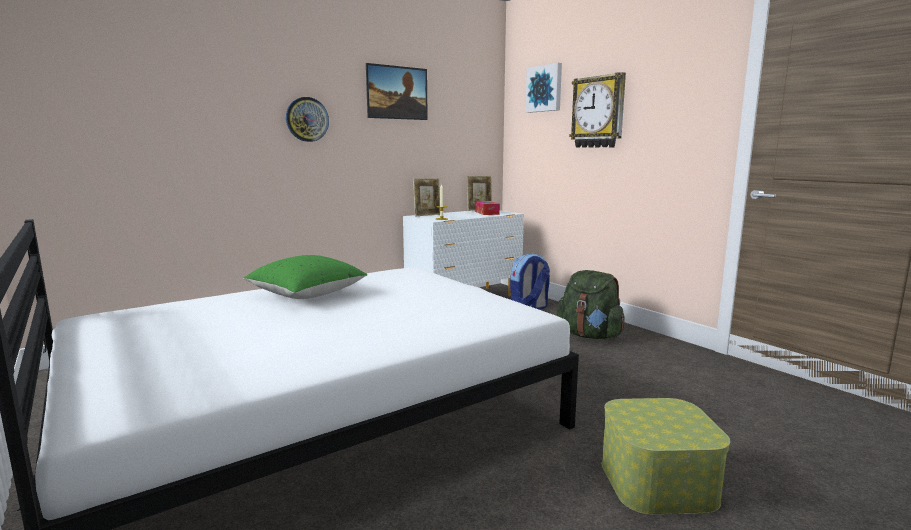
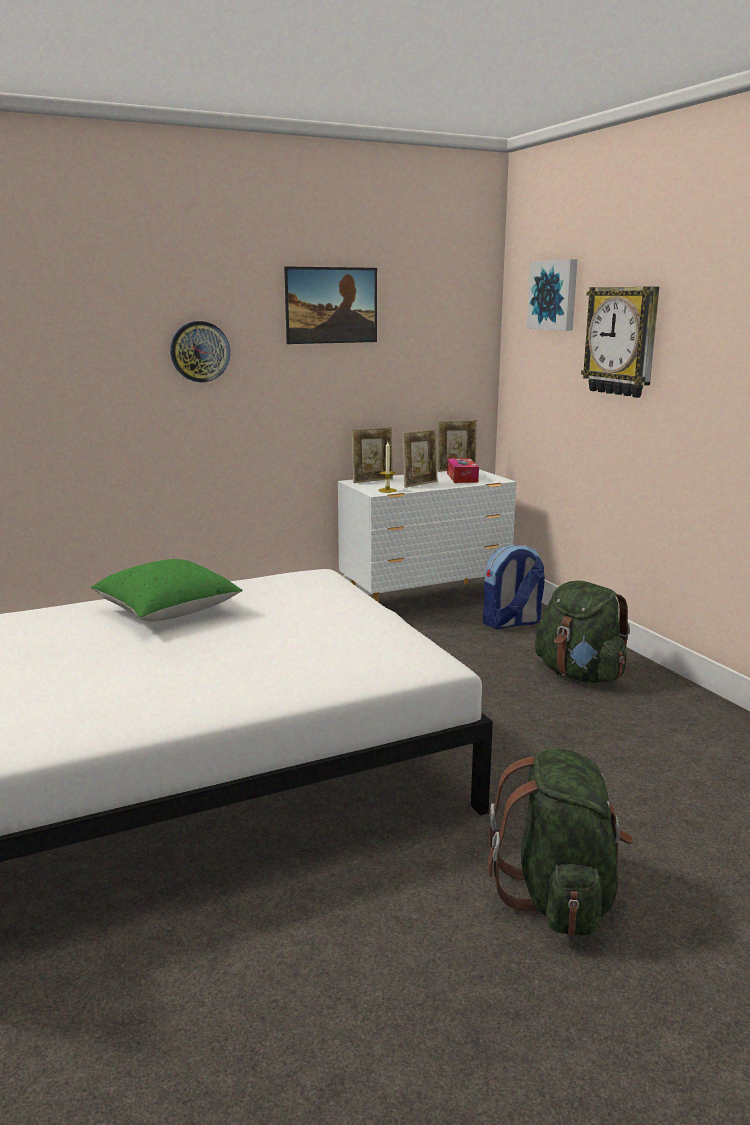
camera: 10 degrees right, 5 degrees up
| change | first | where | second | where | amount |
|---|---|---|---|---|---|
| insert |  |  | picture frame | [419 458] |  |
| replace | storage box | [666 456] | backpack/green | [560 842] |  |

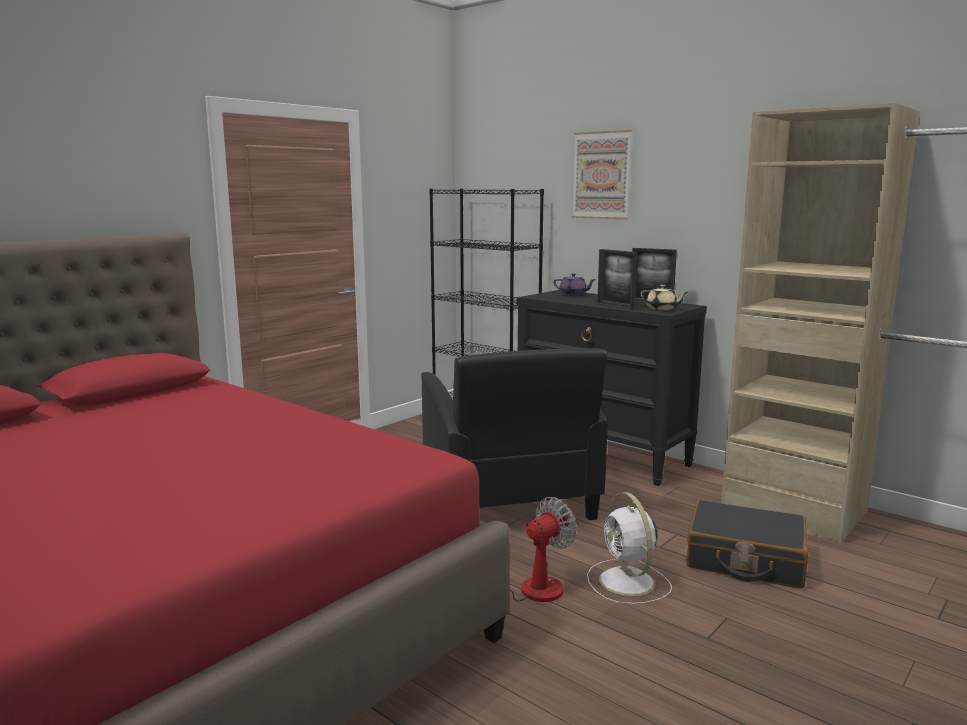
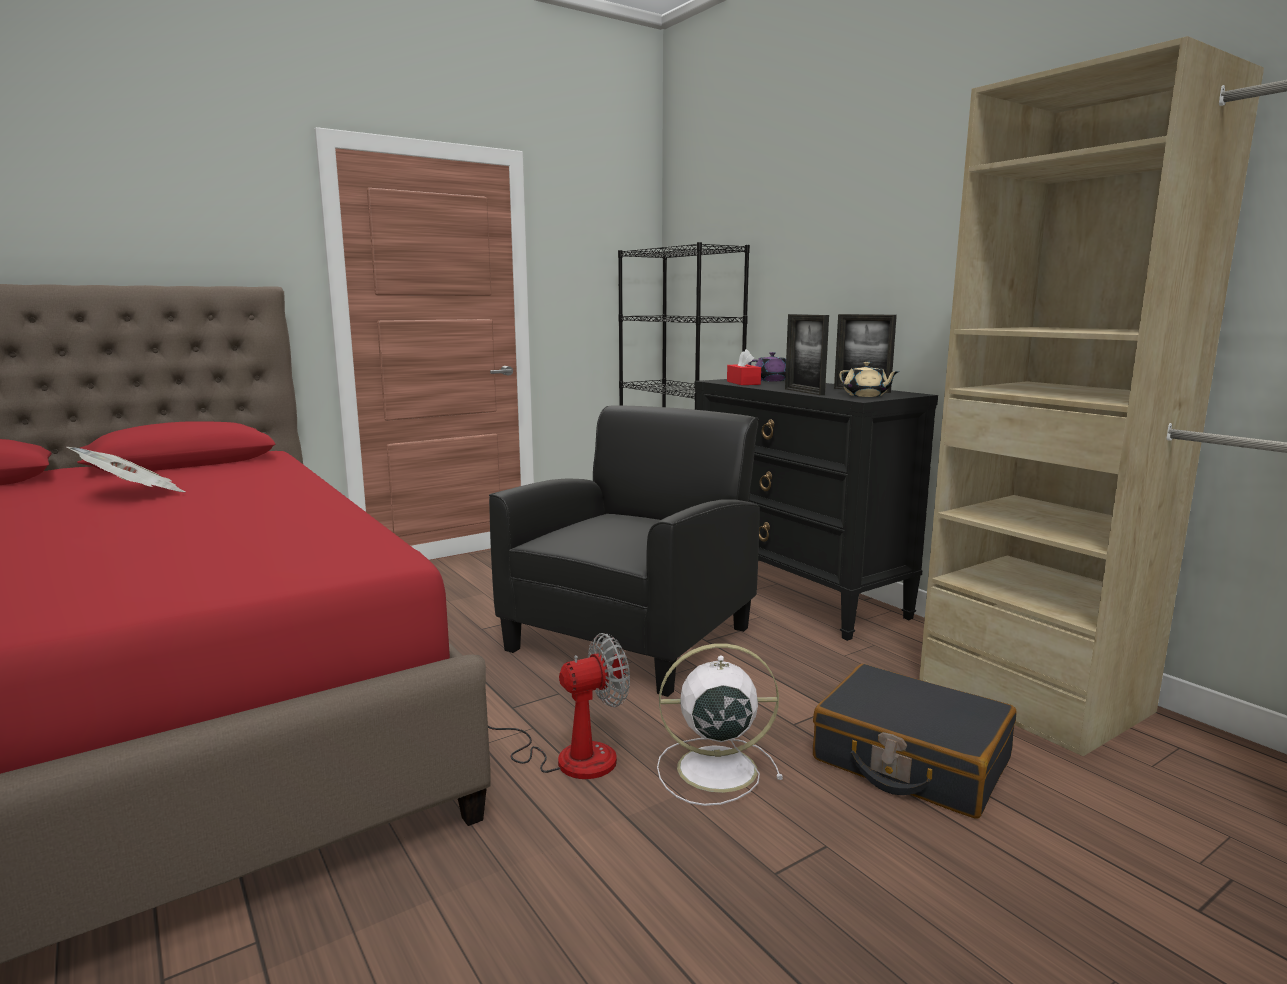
camera: 15 degrees right, 0 degrees up
| change | first | where | second | where | amount |
|---|---|---|---|---|---|
| insert |  |  | newspaper | [126 469] |  |
| rotate | armchair/black | [514 434] |  | [624 551] | 150 degrees counterclockwise |
| rotate | fan/white | [629 548] |  | [720 724] | 90 degrees clockwise |
| insert |  |  | tissue box/red | [744 367] |  |
| delete | picture | [602 174] |  |  |  |

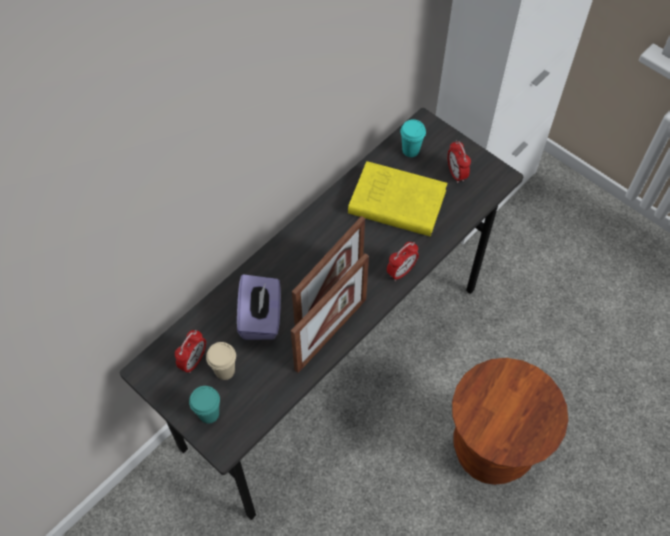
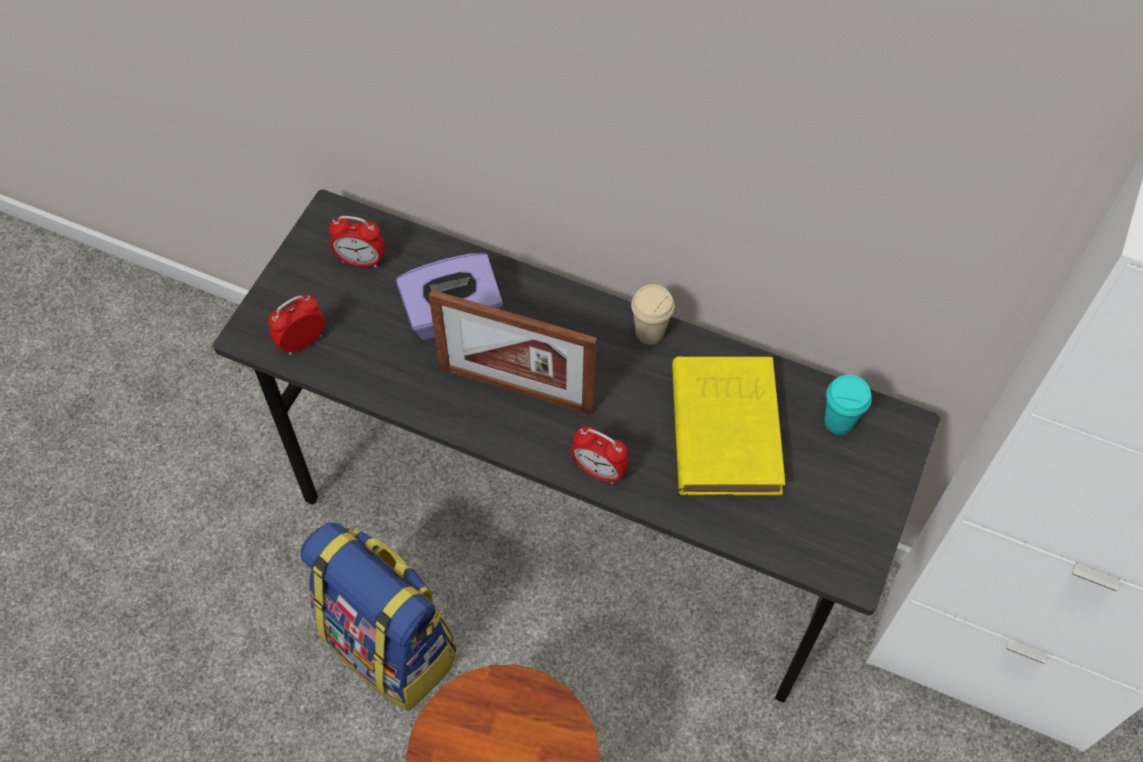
camera: 70 degrees right, 0 degrees up
| change | first | where | second | where | amount |
|---|---|---|---|---|---|
| move | alarm clock | [459 161] |  | [296 325] |  |
| insert |  |  | backpack | [378 617] |  |
| move | cup/beige | [221 361] |  | [653 314] |  |
| delete | cup/turquoise | [204 405] |  |  |  |
| delete | picture frame | [330 313] |  |  |  |

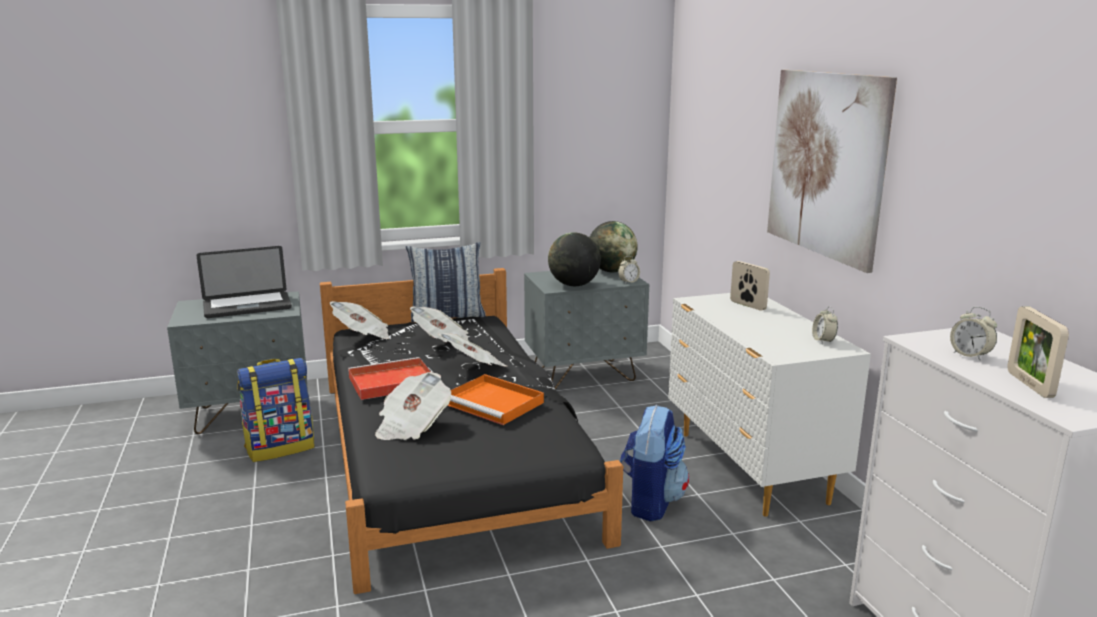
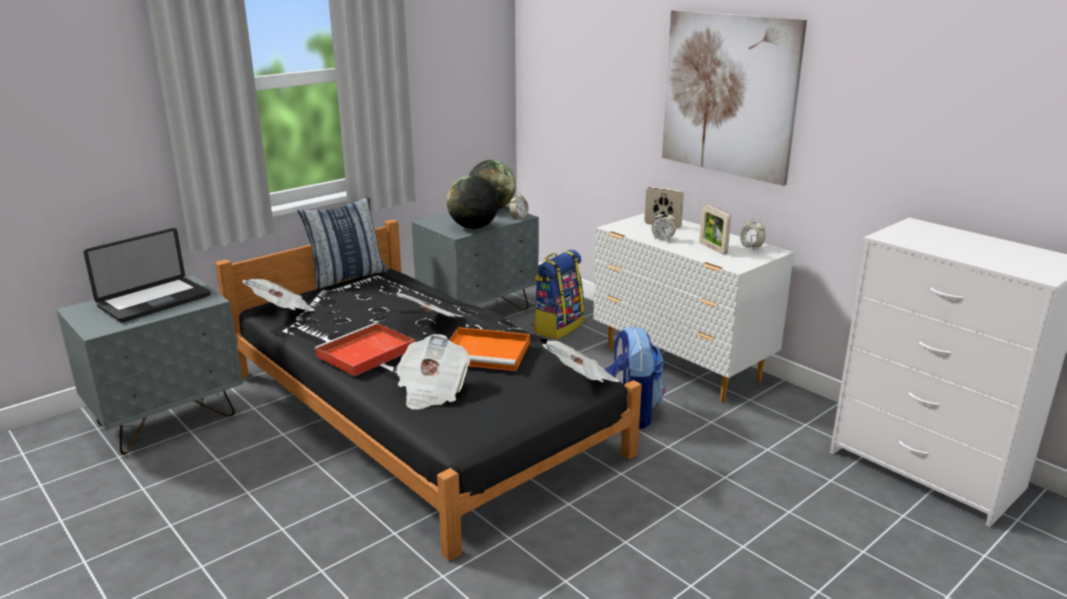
camera: 25 degrees left, 5 degrees up
| change | first | where | second | where | amount |
|---|---|---|---|---|---|
| move | backpack | [276 410] |  | [558 294] |  |
| move | newspaper | [439 324] |  | [580 362] |  |
| move | alarm clock | [973 334] |  | [663 225] |  |
| move | picture frame | [1038 352] |  | [715 229] |  |

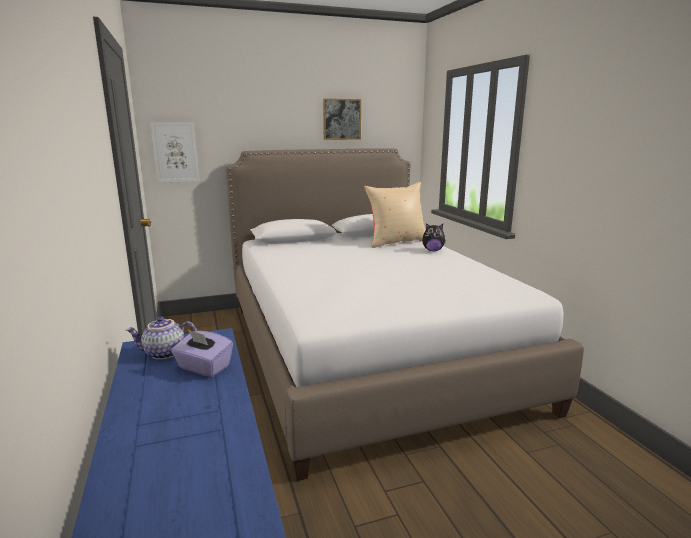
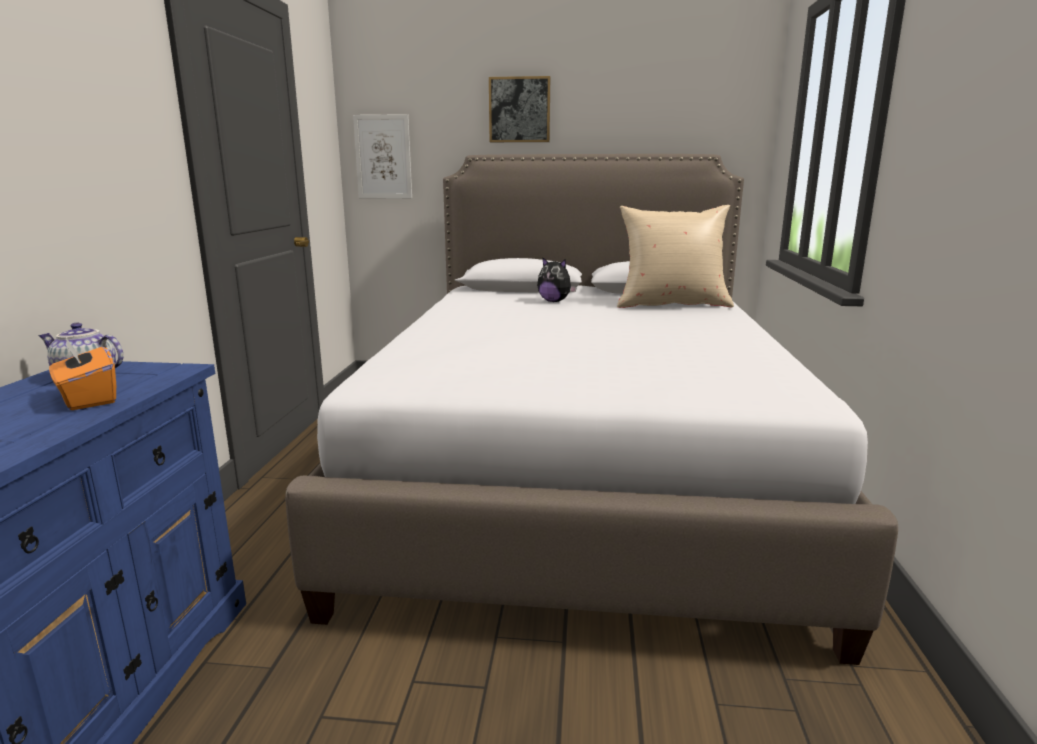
camera: 25 degrees right, 0 degrees up
| change | first | where | second | where | amount |
|---|---|---|---|---|---|
| recolor | tissue box/purple | [202 353] | tissue box/orange | [82 374] |  |
| move | picture | [342 119] |  | [519 109] |  |
| move | plush toy | [434 237] |  | [557 279] |  |

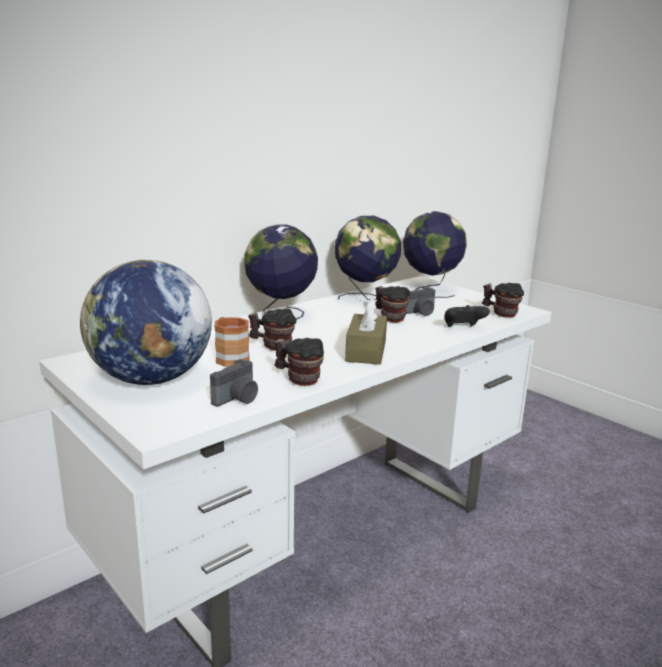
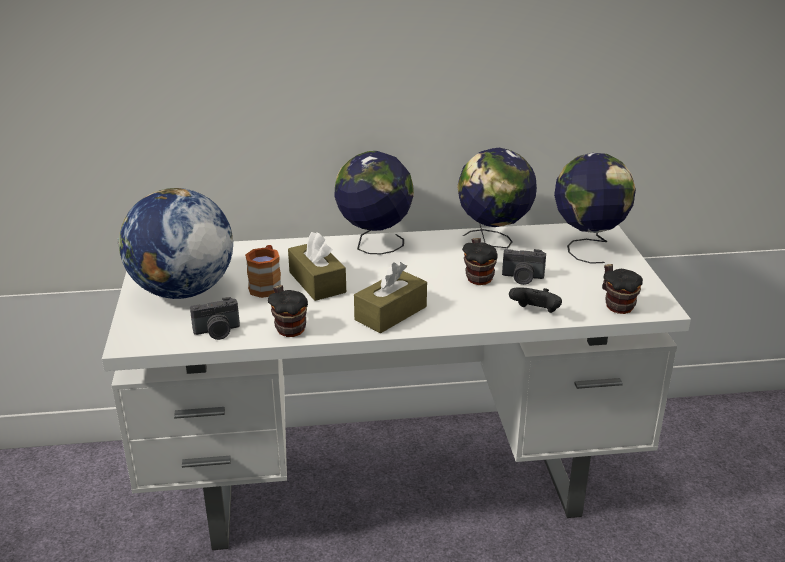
camera: 35 degrees right, 10 degrees up
| change | first | where | second | where | amount |
|---|---|---|---|---|---|
| replace | mug | [272 330] | tissue box/brown | [317 266] |  |

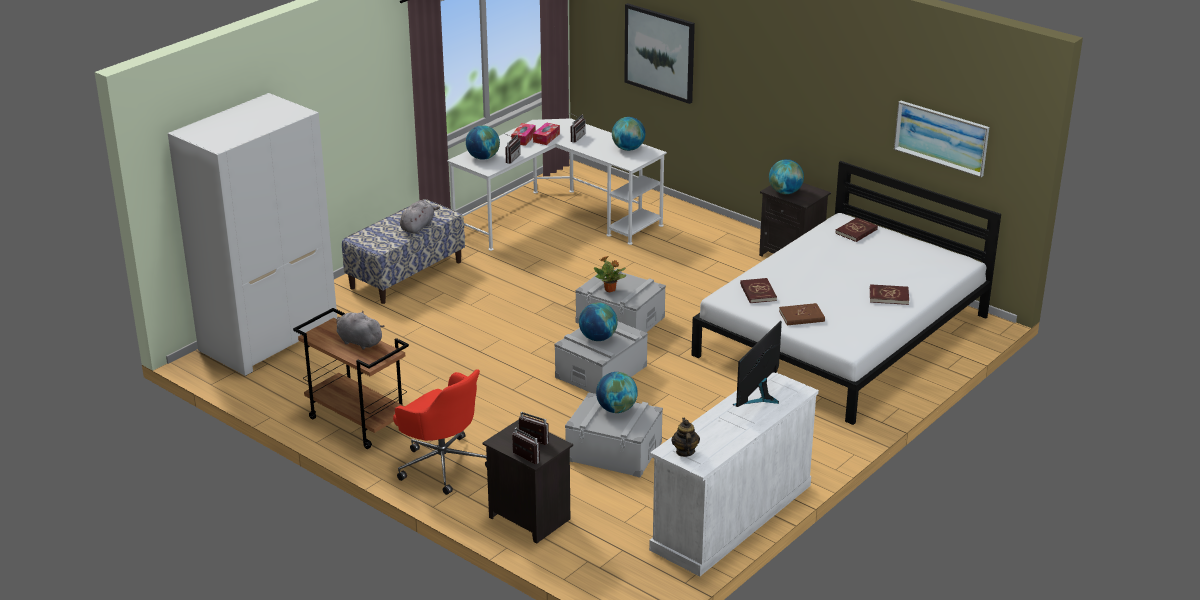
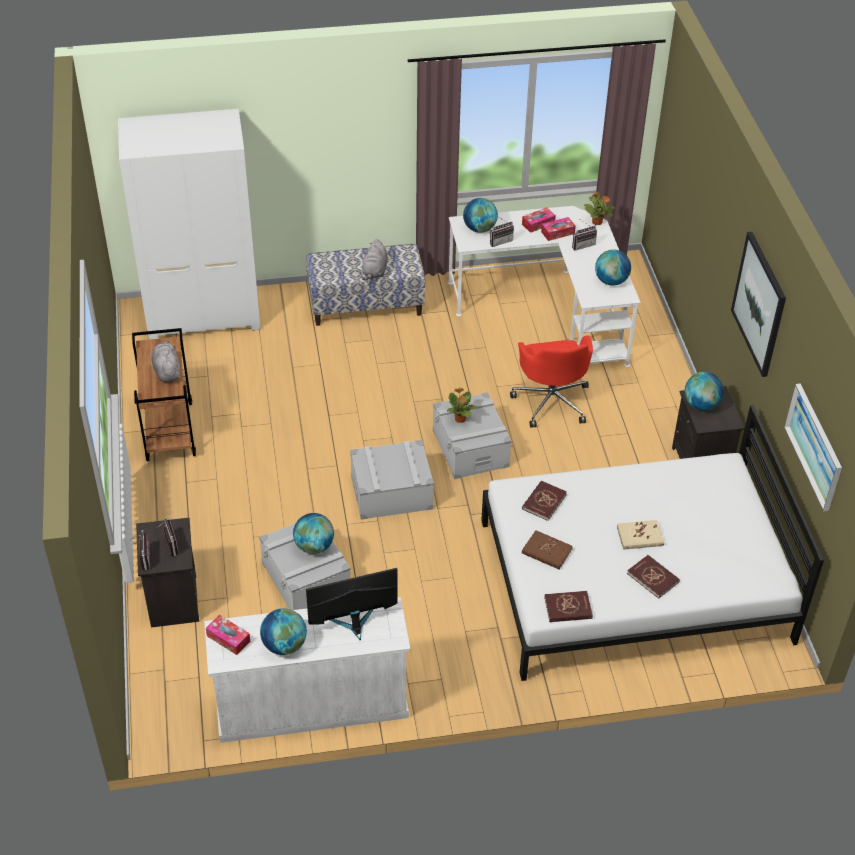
camera: 40 degrees right, 15 degrees up
| change | first | where | second | where | amount |
|---|---|---|---|---|---|
| replace | teapot | [685 437] | tissue box | [228 635] |  |
| move | globe | [598 322] |  | [283 631] |  |
| rotate | plush toy/grey | [420 217] |  | [374 259] | 120 degrees clockwise |
| move | office chair/red | [440 432] |  | [551 381] |  |
| move | book/red | [856 229] |  | [568 606] |  |
| insert |  |  | potted plant | [599 208] |  |
| insert |  |  | book/beige | [640 535] |  |
| move | picture | [659 53] |  | [758 304] |  |

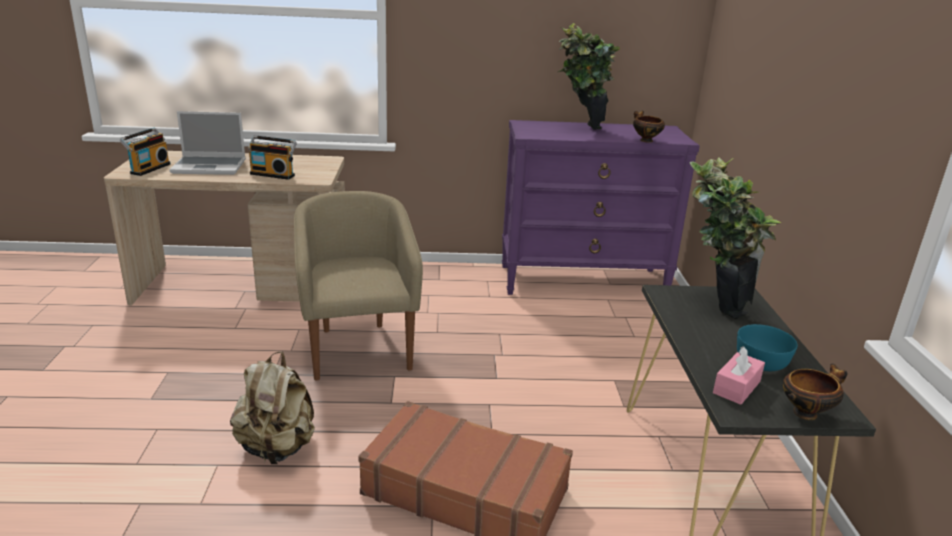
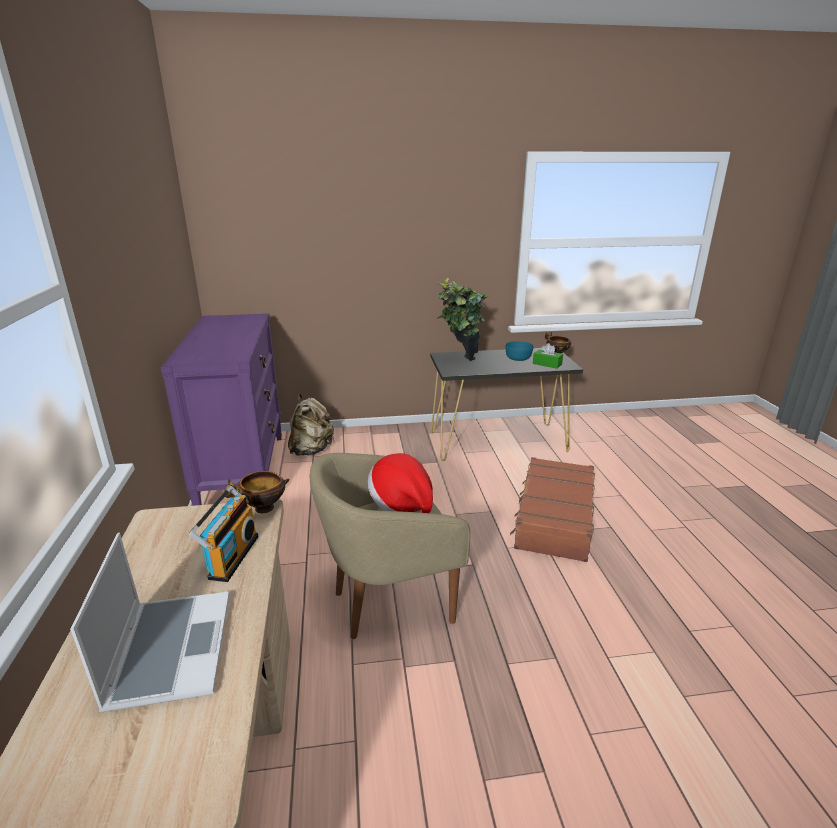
camera: 95 degrees left, 0 degrees up
| change | first | where | second | where | amount |
|---|---|---|---|---|---|
| move | bowl | [649 126] |  | [256 492] |  |
| move | backpack/beige | [272 408] |  | [311 425] |  |
| insert |  |  | hat | [400 483] |  |
| recolor | tissue box/pink | [739 375] | tissue box/green | [548 356] |  |
| delete | radio | [145 152] |  |  |  |
| delete | potted plant | [589 76] |  |  |  |

